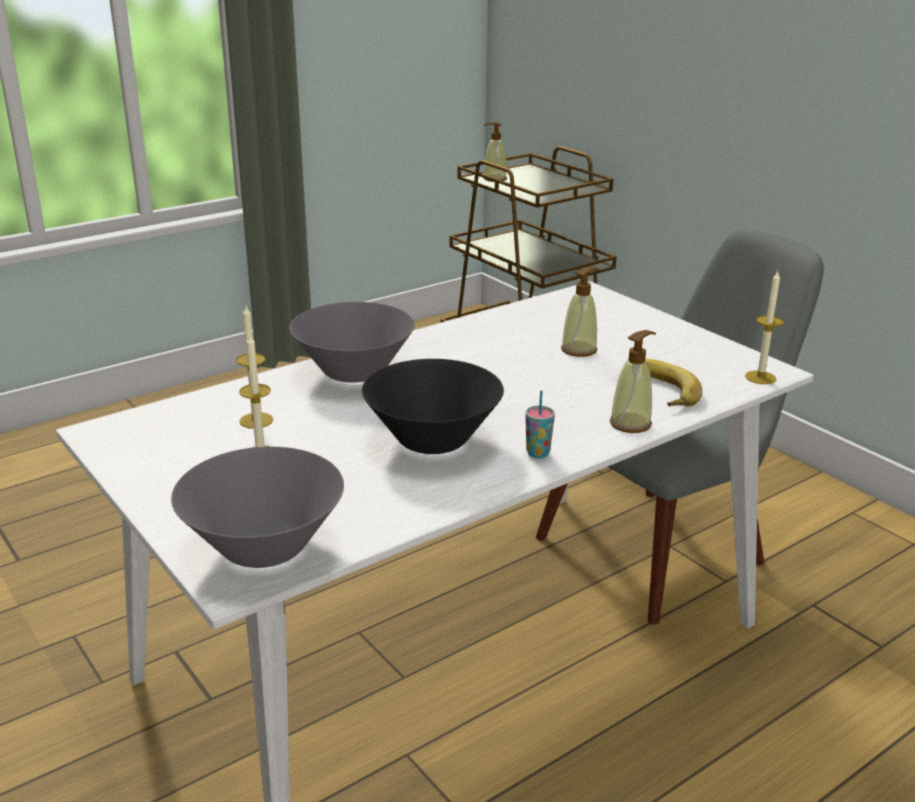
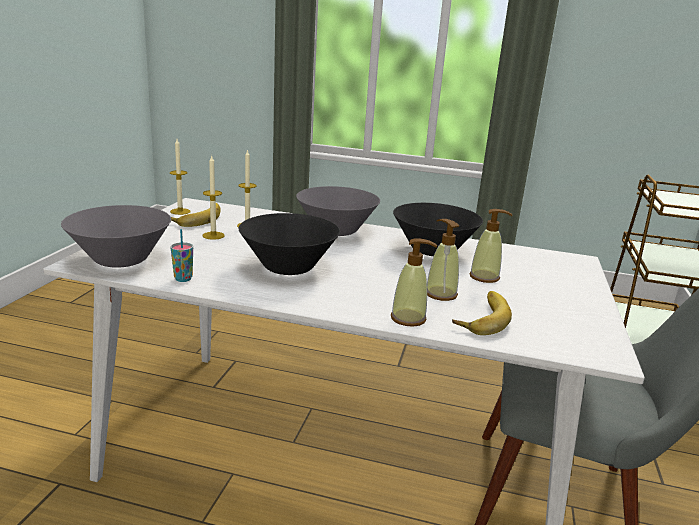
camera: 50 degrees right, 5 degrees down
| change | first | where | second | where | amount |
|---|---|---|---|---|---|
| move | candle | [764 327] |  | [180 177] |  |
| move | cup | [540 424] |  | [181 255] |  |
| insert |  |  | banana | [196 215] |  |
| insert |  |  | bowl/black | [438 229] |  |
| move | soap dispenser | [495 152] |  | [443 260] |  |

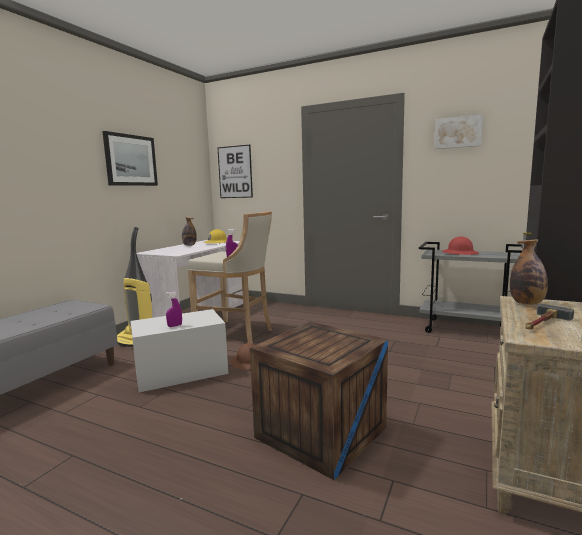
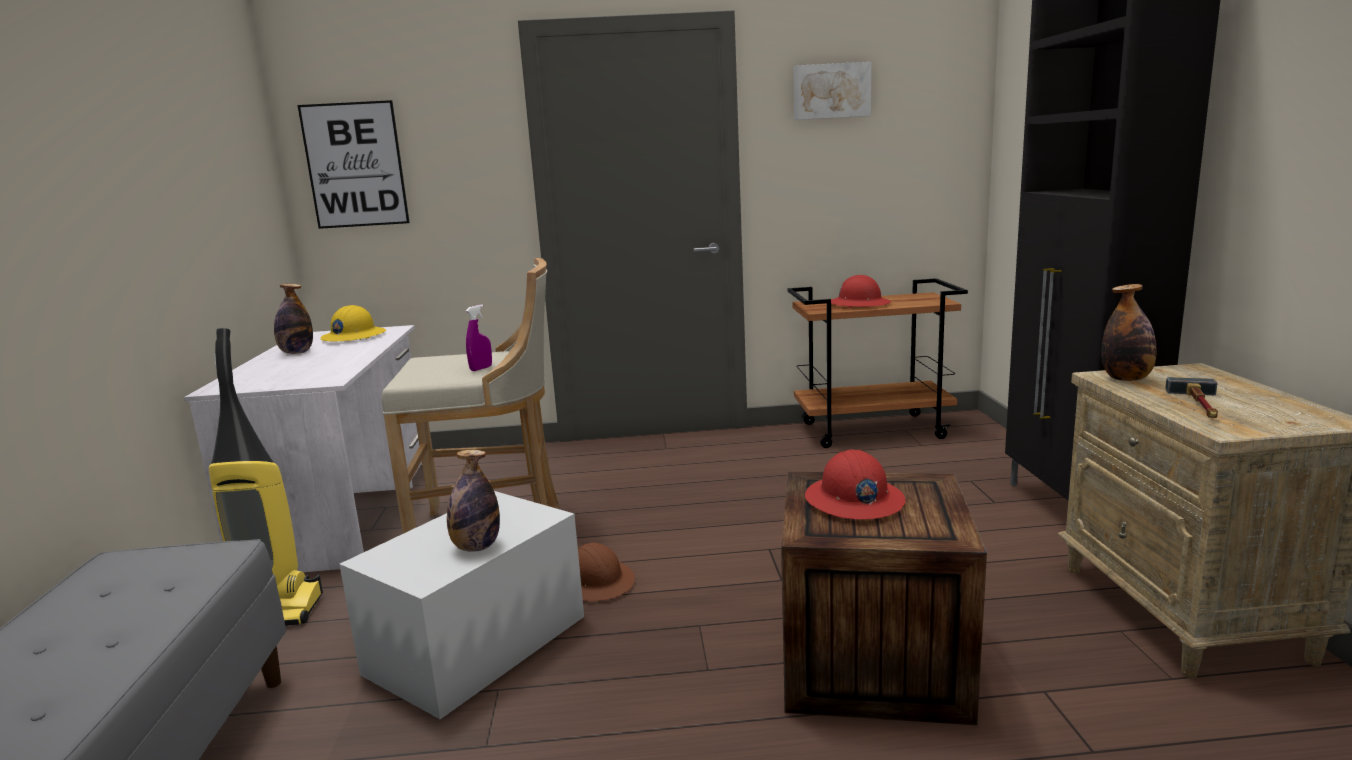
camera: 30 degrees left, 5 degrees up
| change | first | where | second | where | amount |
|---|---|---|---|---|---|
| replace | spray bottle/purple | [174 309] | bottle | [473 501] |  |
| recolor | cart/grey | [471 287] | cart/brown | [877 363] |  |
| insert |  |  | hard hat/red | [855 484] |  |
| delete | picture | [130 158] |  |  |  |

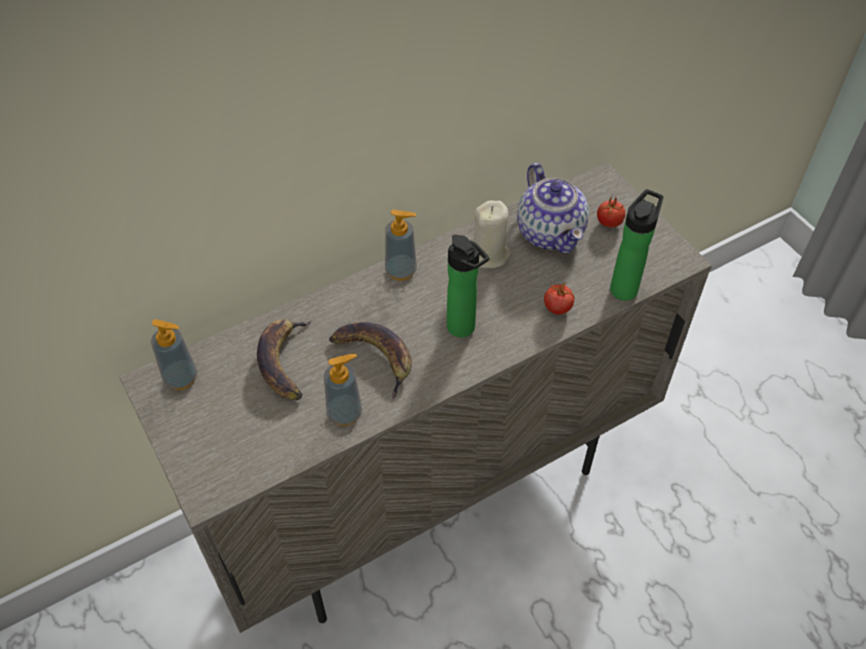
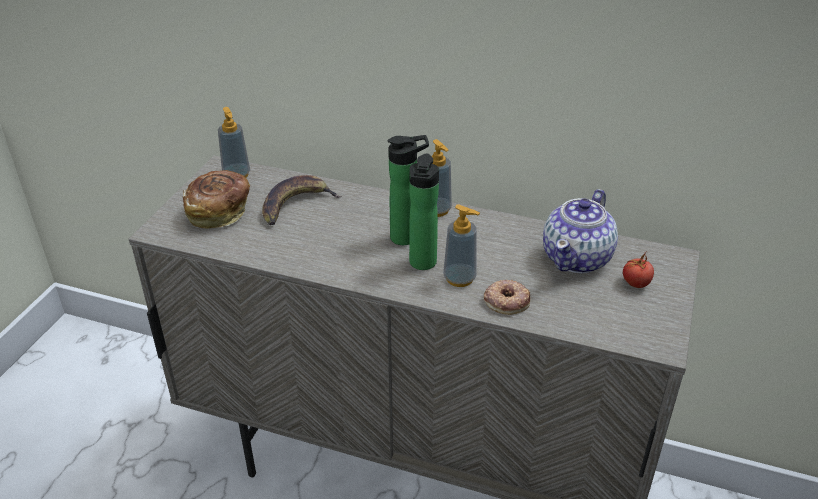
camera: 50 degrees right, 15 degrees down
| change | first | where | second | where | amount |
|---|---|---|---|---|---|
| insert |  |  | bread | [216 199] |  |
| move | bottle | [637 245] |  | [408 190] |  |
| move | soap dispenser | [343 390] |  | [461 245] |  |
| replace | tomato | [559 299] | donut | [507 297] |  |
| delete | banana | [370 360] |  |  |  |
| delete | candle/beige | [492 234] |  |  |  |

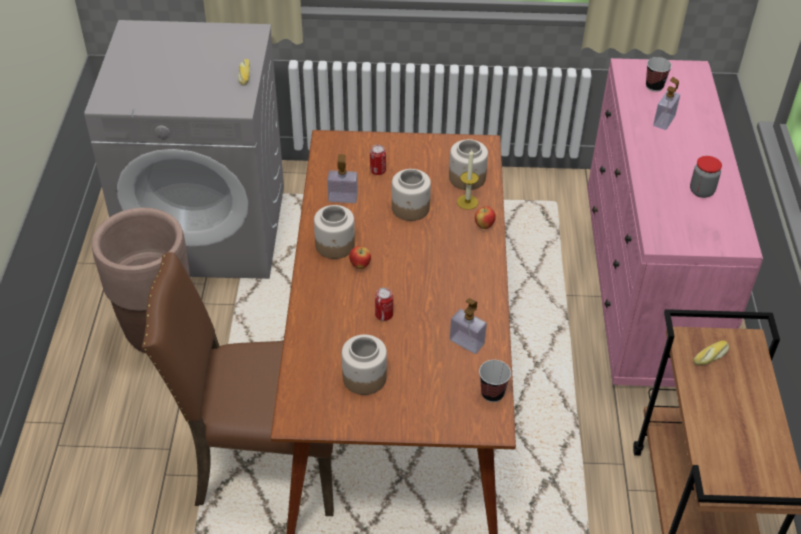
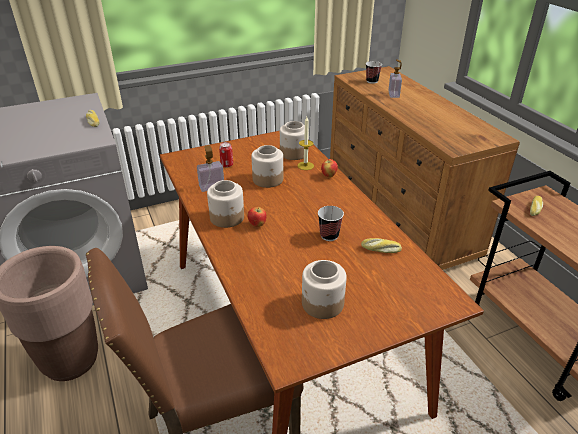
camera: 25 degrees left, 10 degrees down
| change | first | where | second | where | amount |
|---|---|---|---|---|---|
| move | cup | [495 381] |  | [331 223] |  |
| recolor | dresser/pink | [675 222] | dresser/brown | [425 168] |  |
| replace | soap dispenser | [468 326] | bread | [381 245] |  |
| delete | can | [384 304] |  |  |  |
| delete | jar | [706 177] |  |  |  |

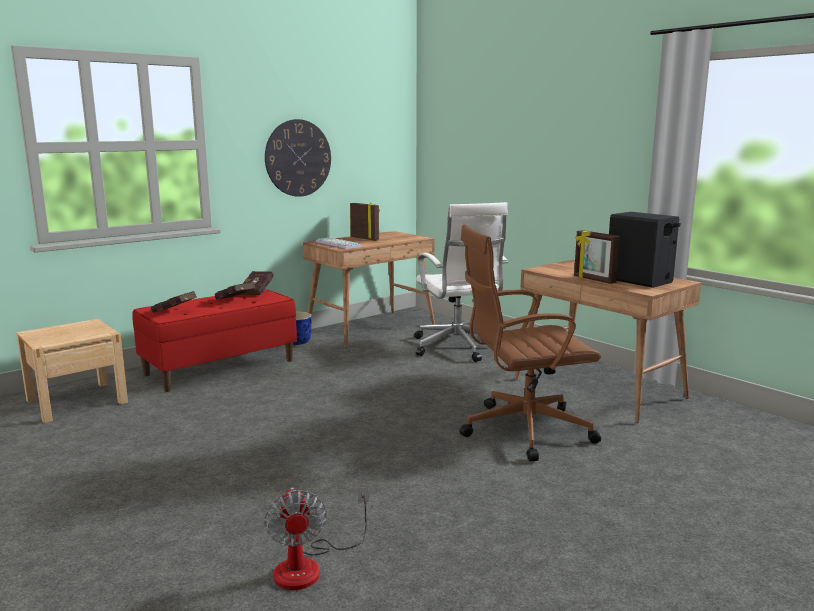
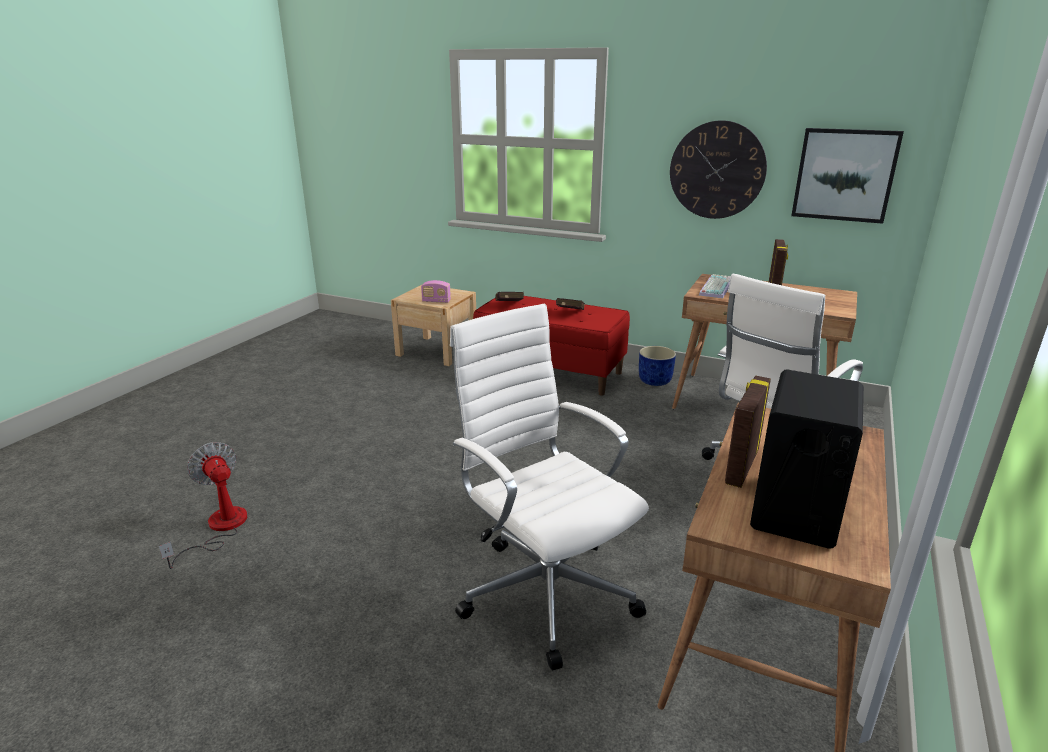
camera: 65 degrees right, 10 degrees up
| change | first | where | second | where | amount |
|---|---|---|---|---|---|
| rotate | fan | [316 538] |  | [203 505] | 90 degrees clockwise |
| insert |  |  | radio | [436 291] |  |
| recolor | office chair/brown | [530 343] | office chair/white | [549 487] |  |
| insert |  |  | picture | [847 176] |  |
| delete | book/red | [257 283] |  |  |  |

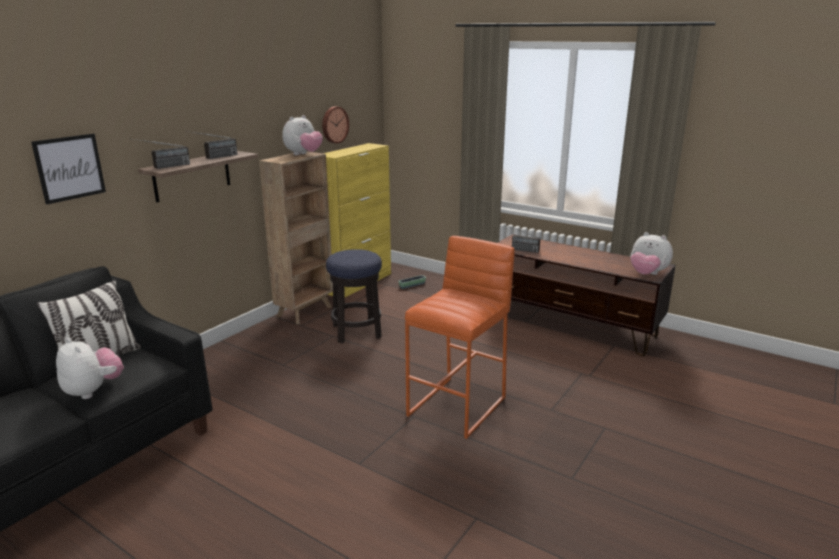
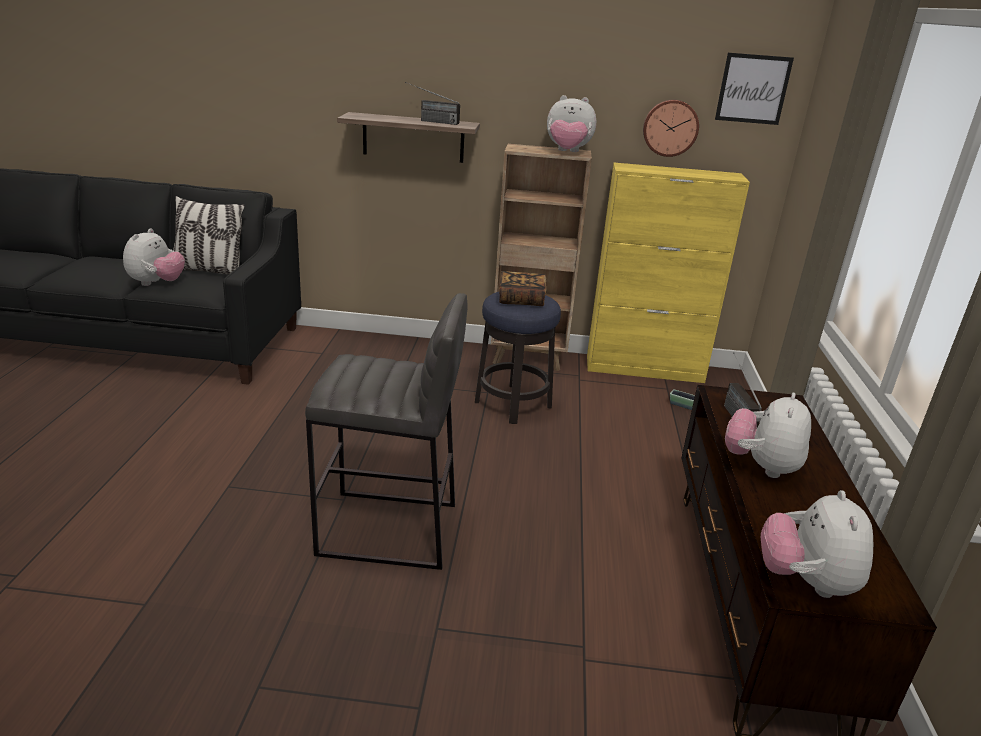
camera: 60 degrees right, 5 degrees up
| change | first | where | second | where | amount |
|---|---|---|---|---|---|
| recolor | stool/orange | [460 337] | stool/grey | [386 431] |  |
| insert |  |  | book | [522 288] |  |
| move | picture | [68 169] |  | [754 89] |  |
| insert |  |  | plush toy | [768 435] |  |
| delete | radio | [160 153] |  |  |  |

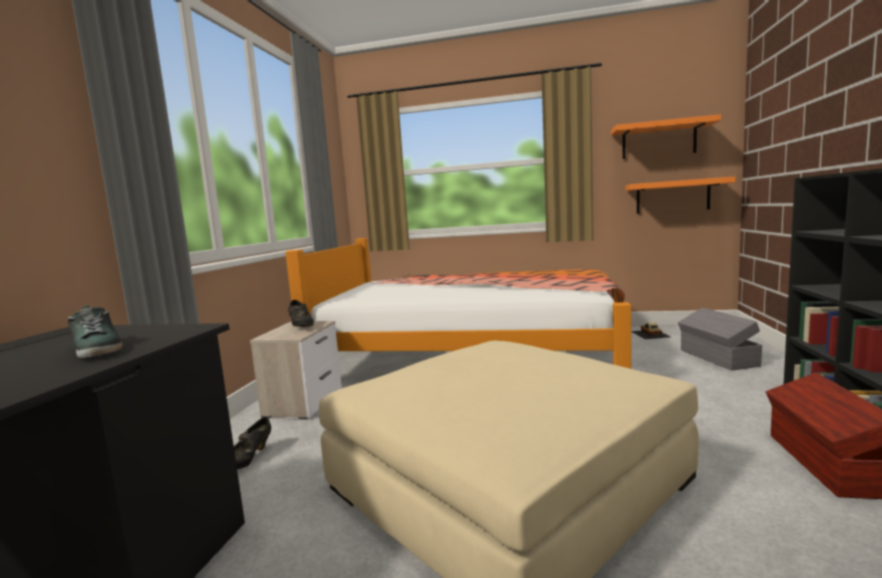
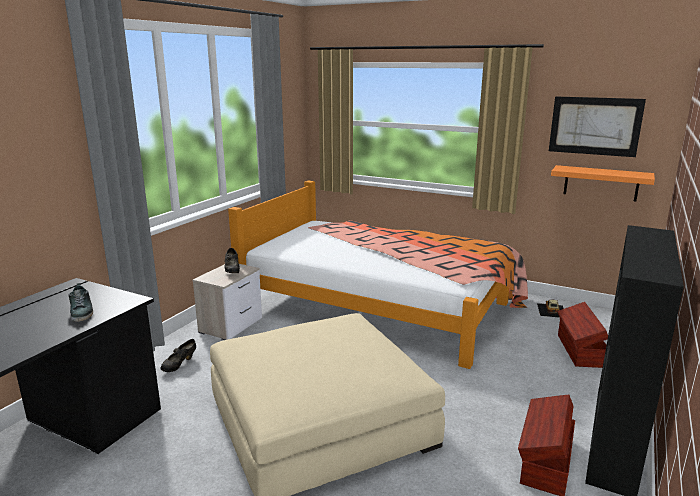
camera: 15 degrees right, 10 degrees up
| change | first | where | second | where | amount |
|---|---|---|---|---|---|
| replace | shelf/orange | [666 136] | picture | [597 126] |  |
| recolor | storage box/grey | [720 339] | storage box/brown | [582 335] |  |

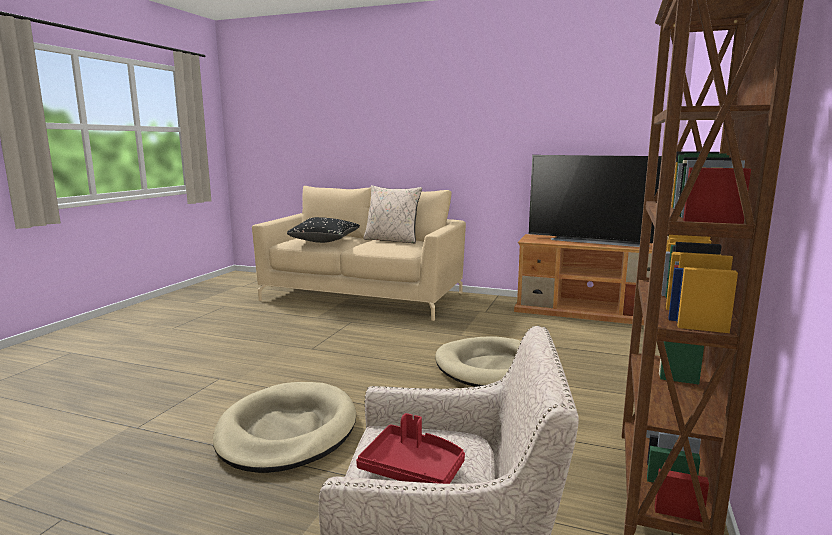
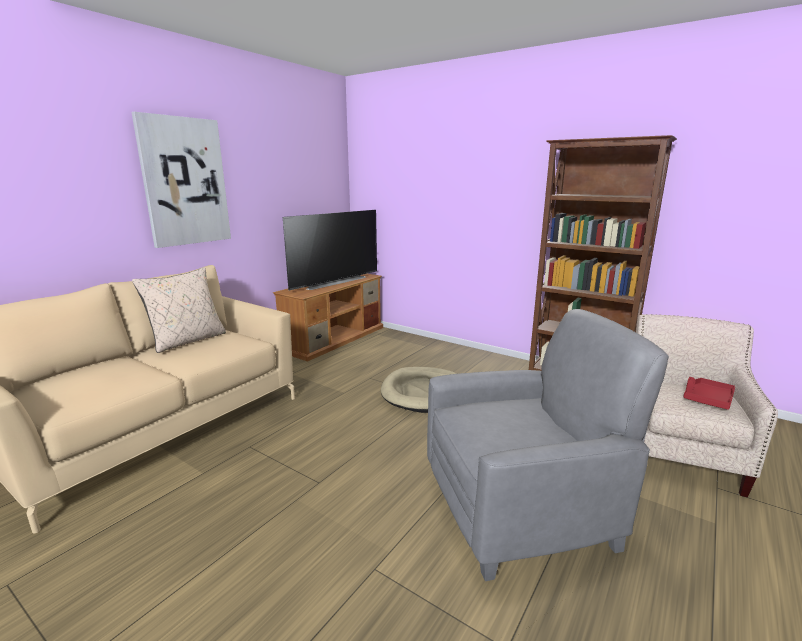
camera: 75 degrees left, 5 degrees up
| change | first | where | second | where | amount |
|---|---|---|---|---|---|
| insert |  |  | picture | [181 180] |  |
| replace | dog bed/beige | [284 427] | armchair/grey | [548 445] |  |
| delete | pillow/black | [323 230] |  |  |  |

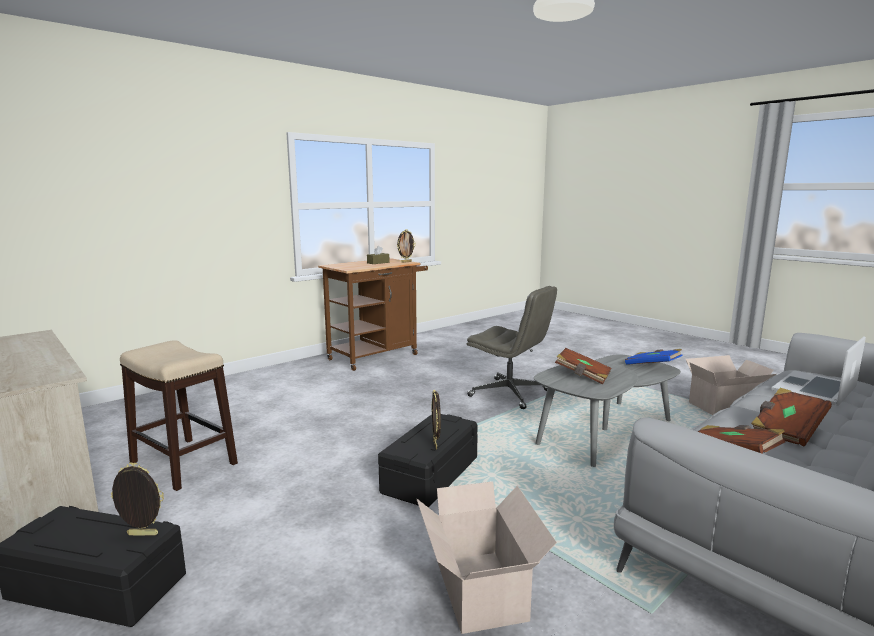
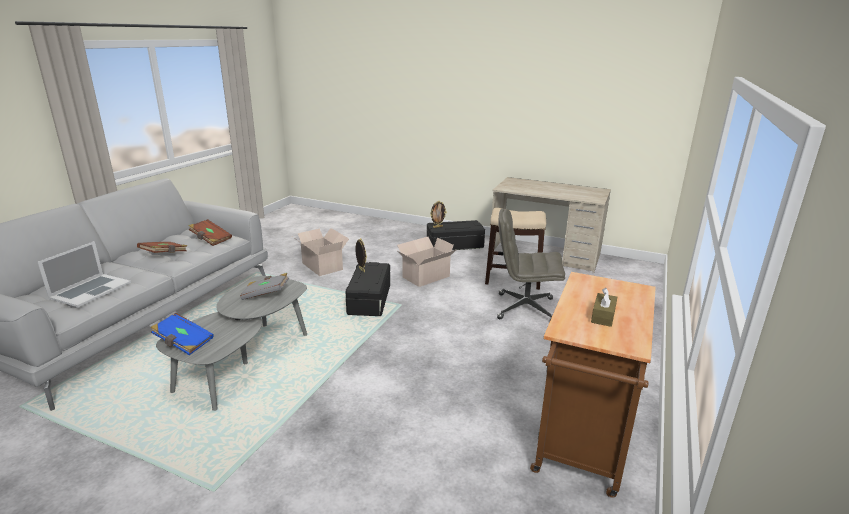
camera: 155 degrees right, 10 degrees up
| change | first | where | second | where | amount |
|---|---|---|---|---|---|
| recolor | book/brown | [583 366] | book/grey | [264 286] |  |
| move | cardboard box | [731 385] |  | [426 262] |  |
| move | office chair/grey | [512 347] |  | [531 264] |  |
| delete | picture frame | [406 246] |  |  |  |

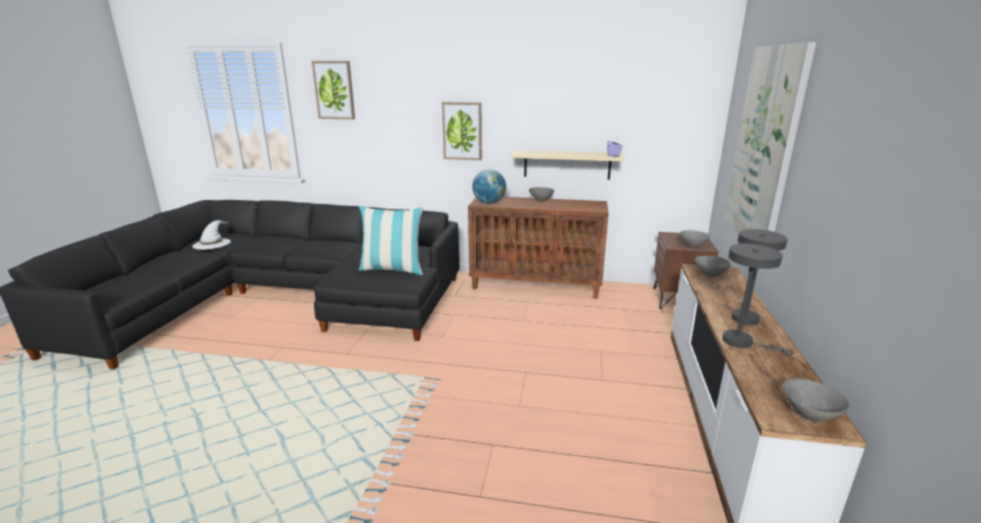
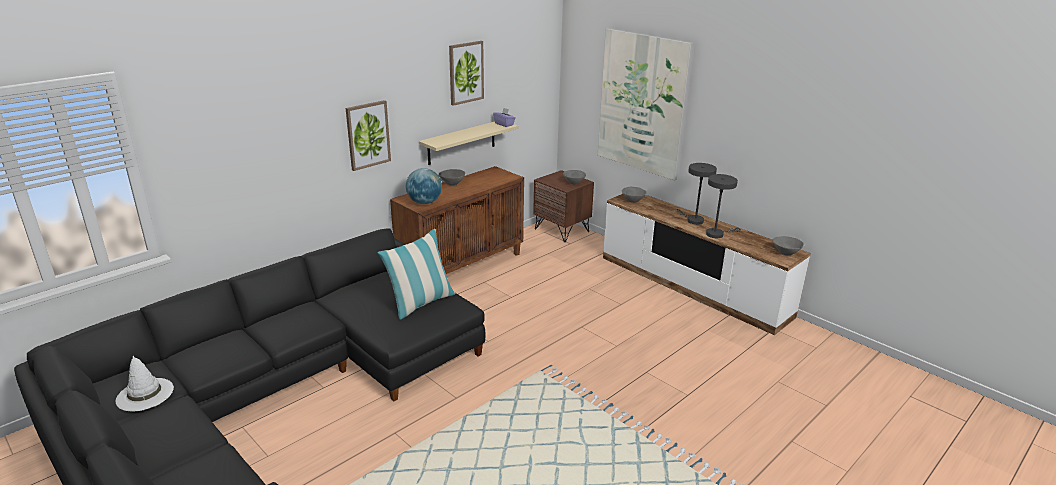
camera: 55 degrees left, 5 degrees up
| change | first | where | second | where | amount |
|---|---|---|---|---|---|
| move | picture | [333 90] |  | [466 73] |  |

